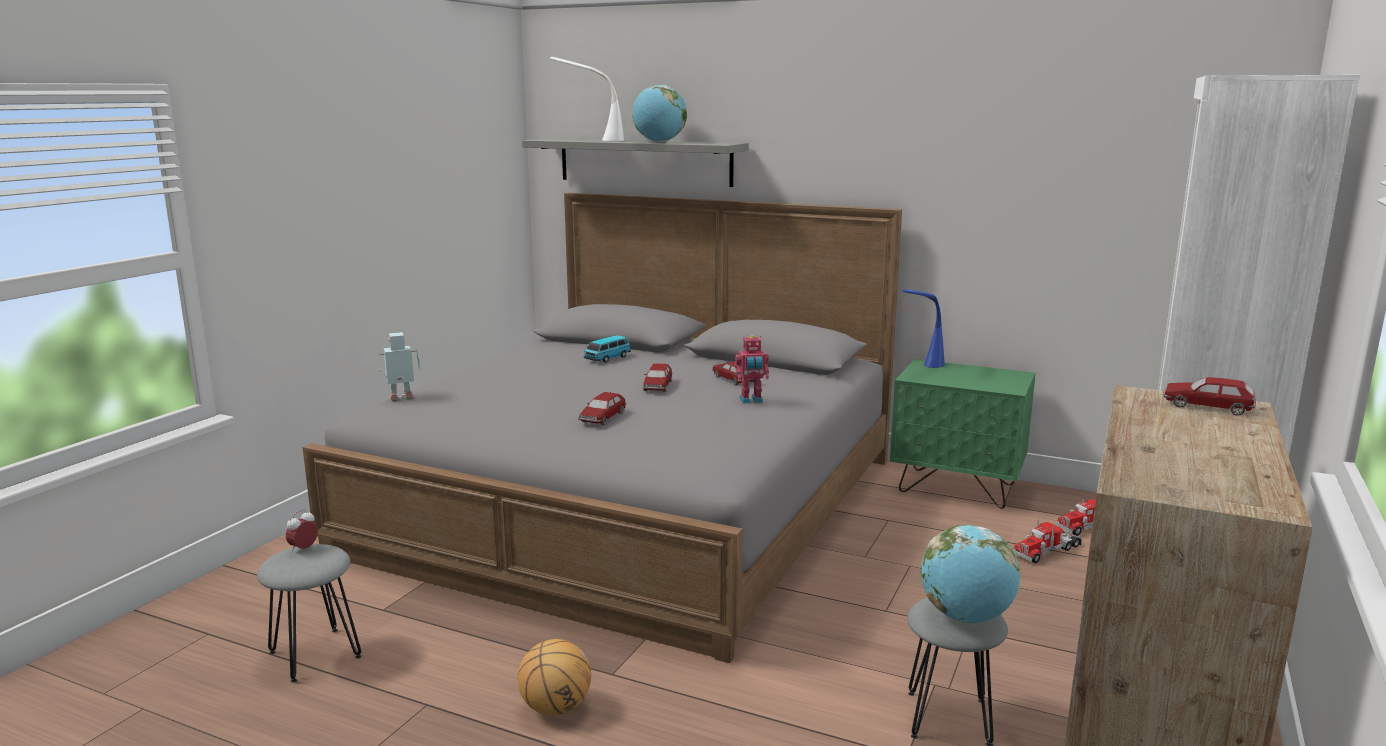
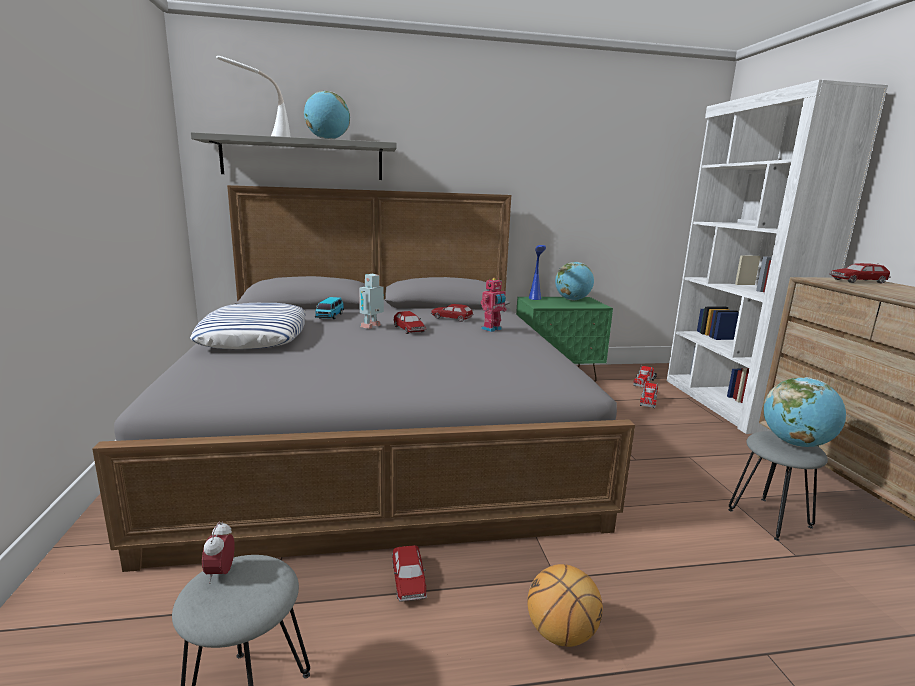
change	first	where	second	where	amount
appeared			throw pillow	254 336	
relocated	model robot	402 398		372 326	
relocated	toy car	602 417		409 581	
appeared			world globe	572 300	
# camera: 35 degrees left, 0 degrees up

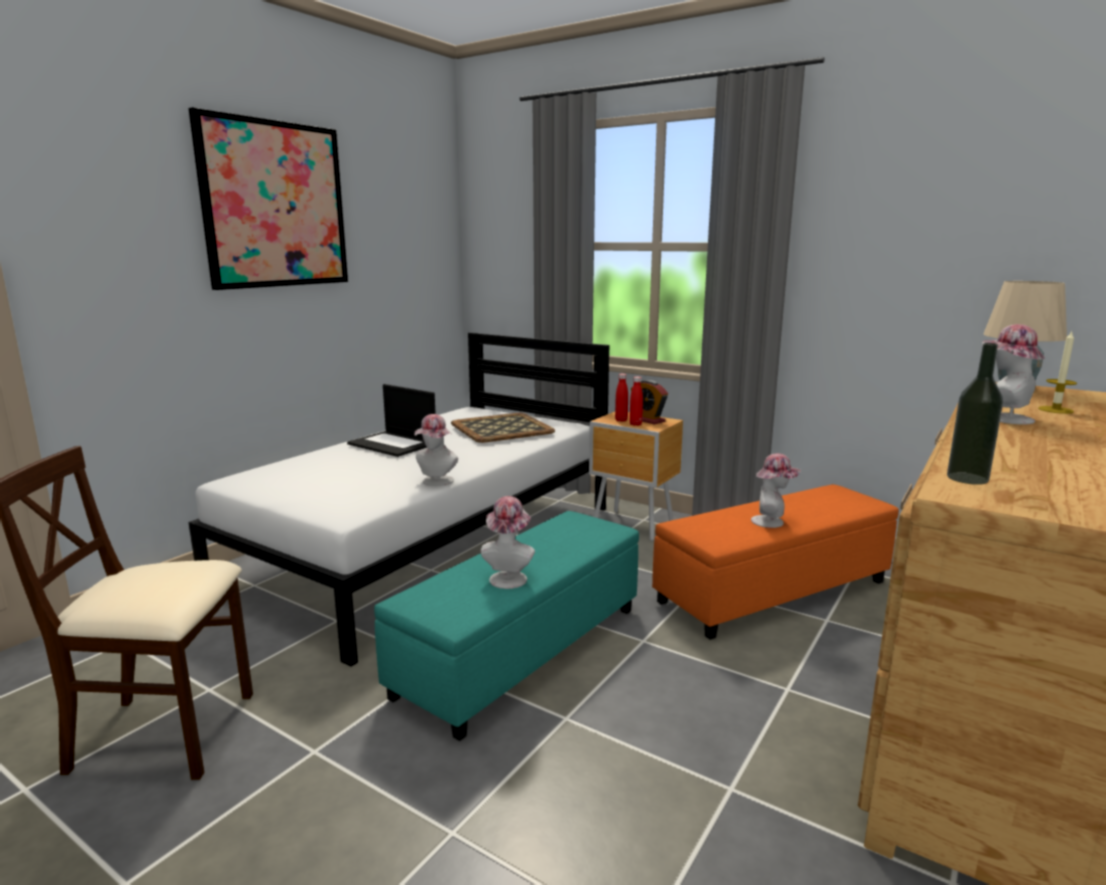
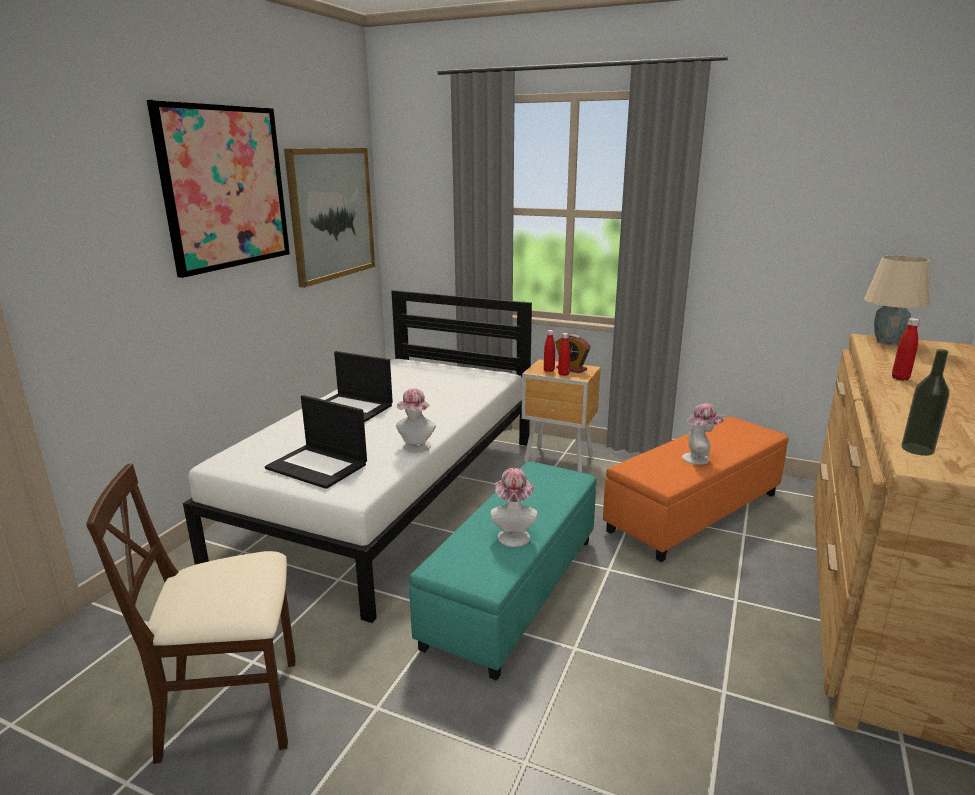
change	first	where	second	where	amount
appeared			notebook computer	318 466	
appeared			wall picture	332 214	
exchanged	wearable hat	1003 418	red-coloured bottle	900 378	
missing	carrying tray	503 428			
missing	wax light	1055 410			
# camera: 10 degrees left, 5 degrees up

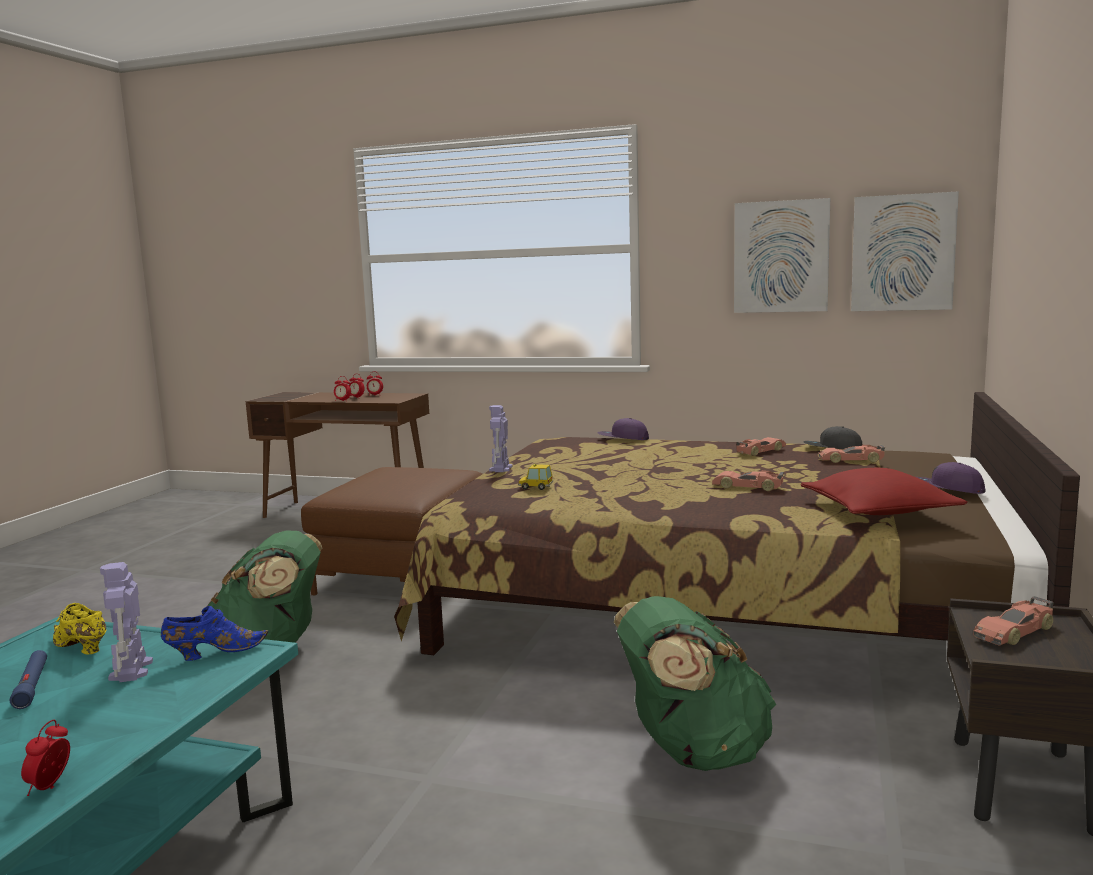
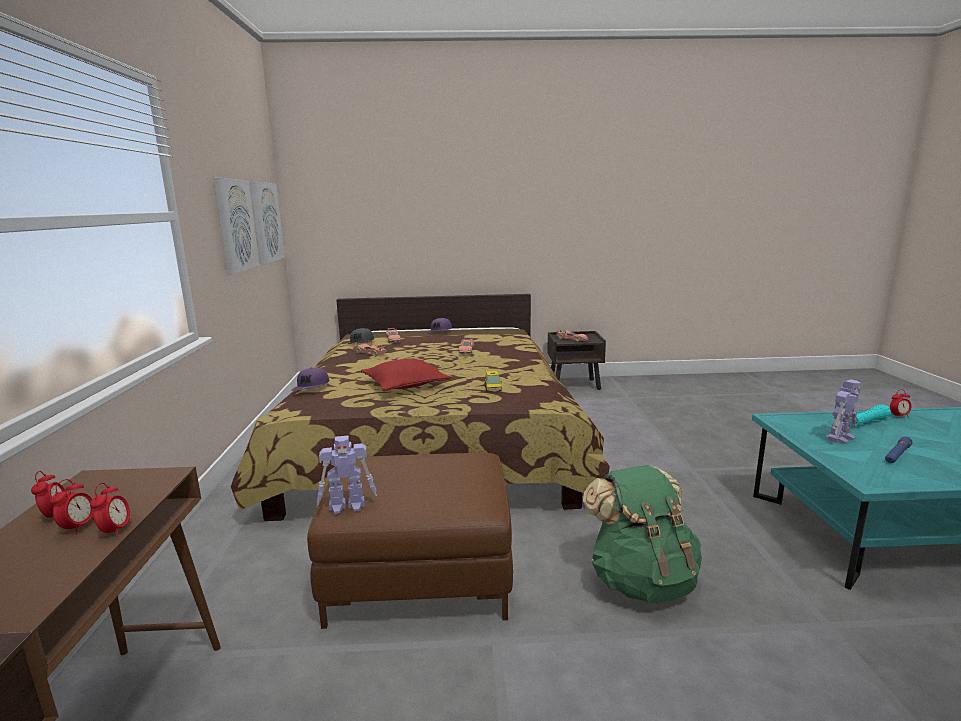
change	first	where	second	where	amount
relocated	model robot	500 469		348 506	
relocated	red-coloured throw pillow	879 510		405 385	
appeared			blue-green hand torch	867 422	
missing	yellow-coloured low shoe	80 648			
missing	blue low shoe	213 653			
missing	green backpack	692 752			
# camera: 110 degrees left, 5 degrees up

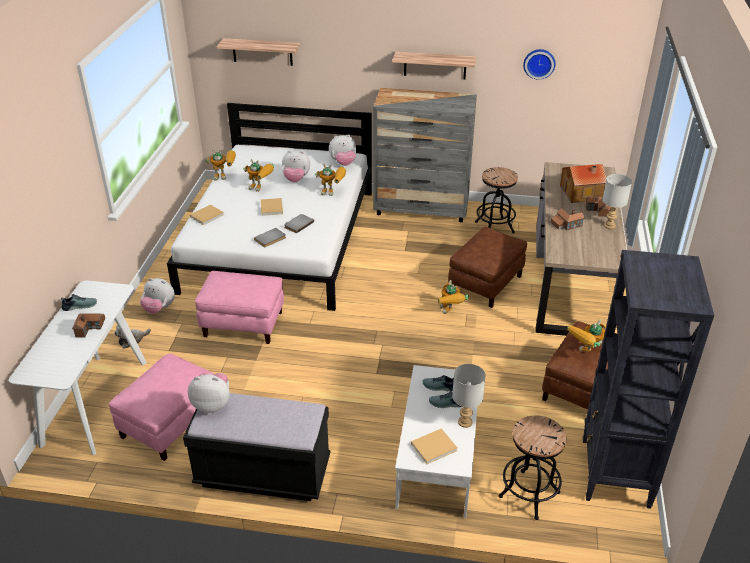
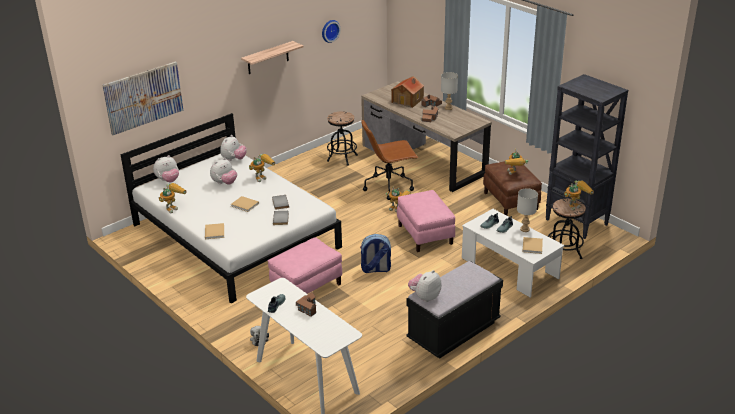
change	first	where	second	where	amount
exchanged	shelf	262 52	wall picture	143 97	
relocated	soft toy	159 308		168 180	
appeared			backpack	375 269	
exchanged	brown-coloured pouffe	485 283	brown-coloured office chair	389 186	
relocated	pinkish pouffe	169 424		425 234	
relocated	model robot	261 188		576 205	
missing	grey drawer chest	422 209			
# camera: 50 degrees left, 5 degrees down

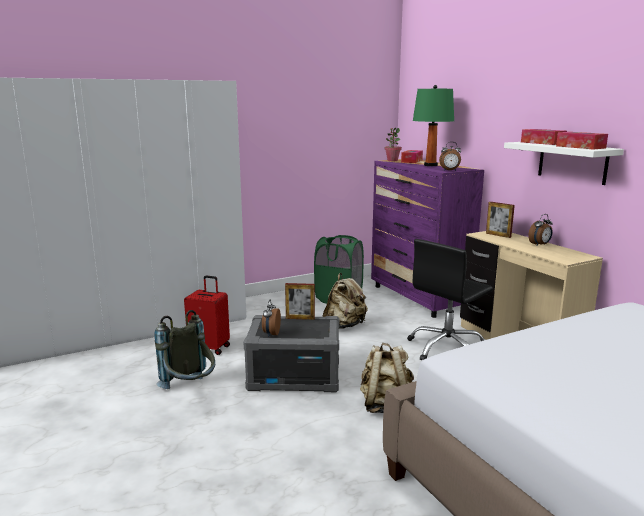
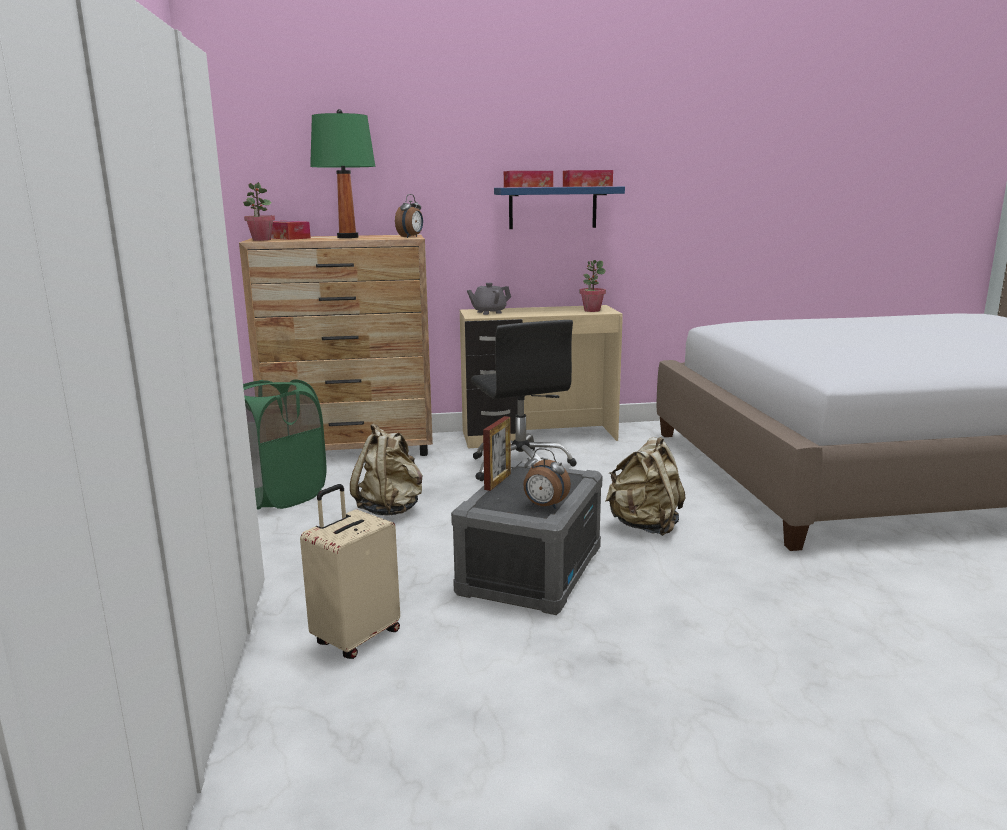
change	first	where	second	where	amount
colour	purplish drawer chest	418 298	brown-coloured drawer chest	352 449	
colour	red-coloured piece of luggage	210 347	beige piece of luggage	355 637	
exchanged	standing frame	498 235	grey pot for tea	489 312	
colour	white shelf	572 162	blue shelf	552 207	
appeared			houseplant	592 310	
missing	grey backpack	190 390			
missing	bedside clock	540 245			
# camera: 70 degrees left, 0 degrees up

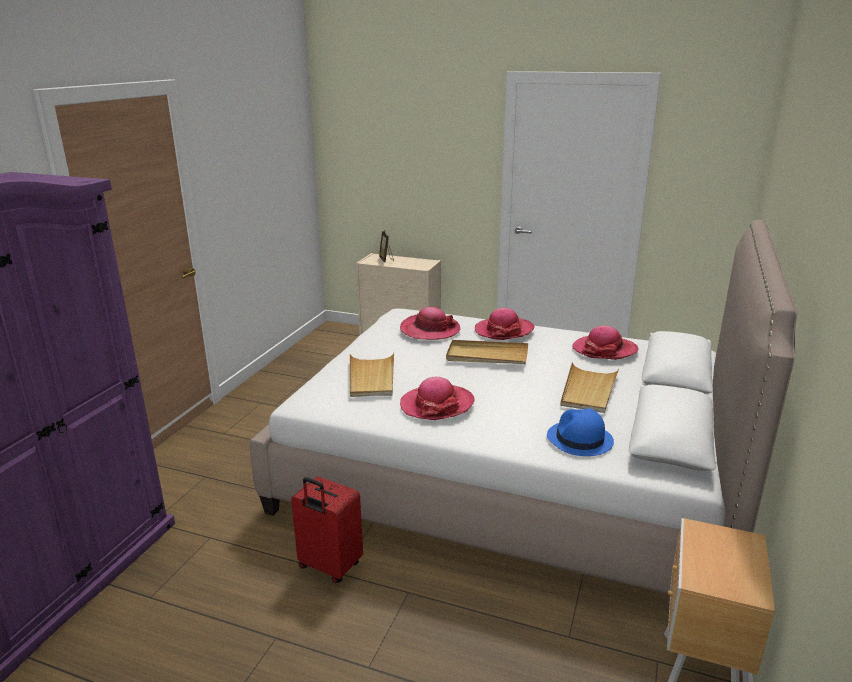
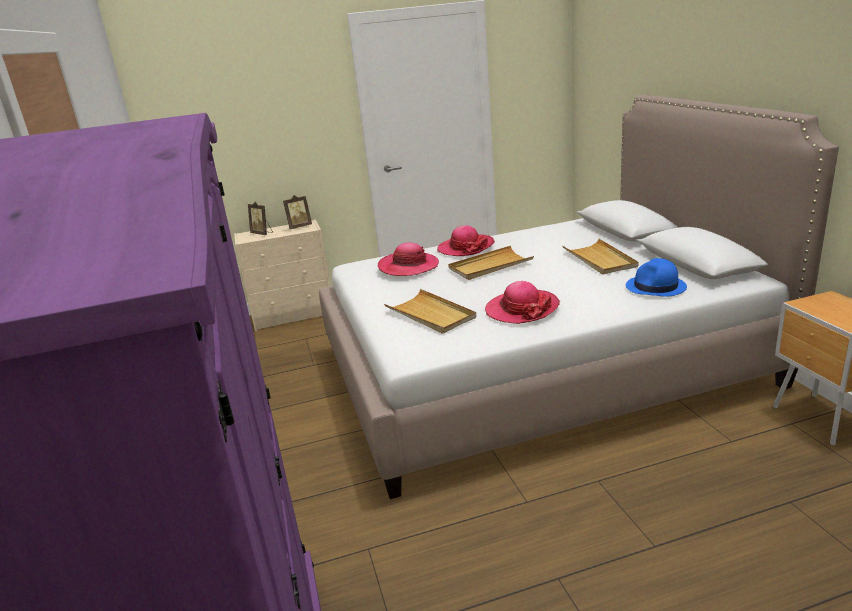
change	first	where	second	where	amount
appeared			standing frame	299 227	
missing	red-coloured piece of luggage	329 567			
missing	wearable hat	604 350			
# camera: 35 degrees left, 0 degrees up

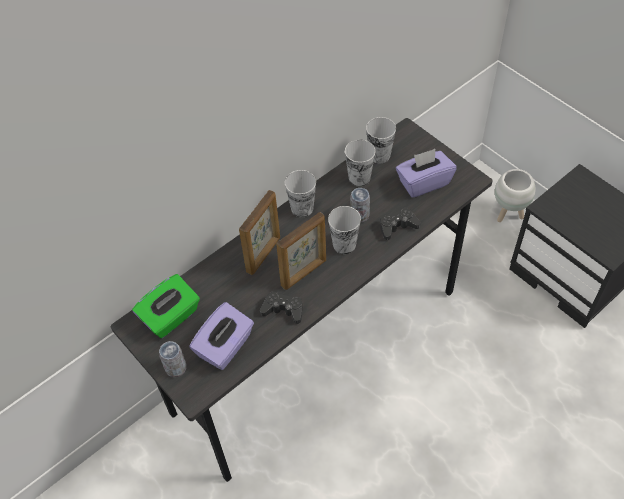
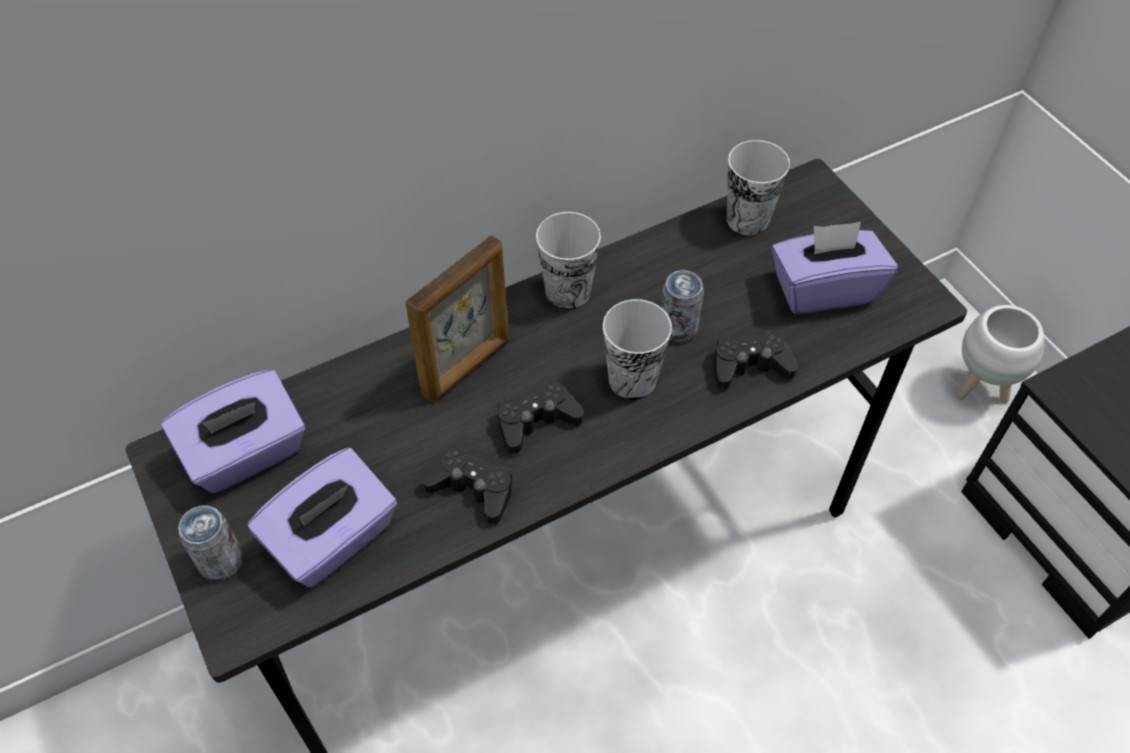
change	first	where	second	where	amount
colour	green tissue box	171 317	purplish tissue box	247 454	
exchanged	standing frame	304 273	black gamepad	536 421	
missing	small cup	359 178			
# camera: 10 degrees right, 0 degrees up

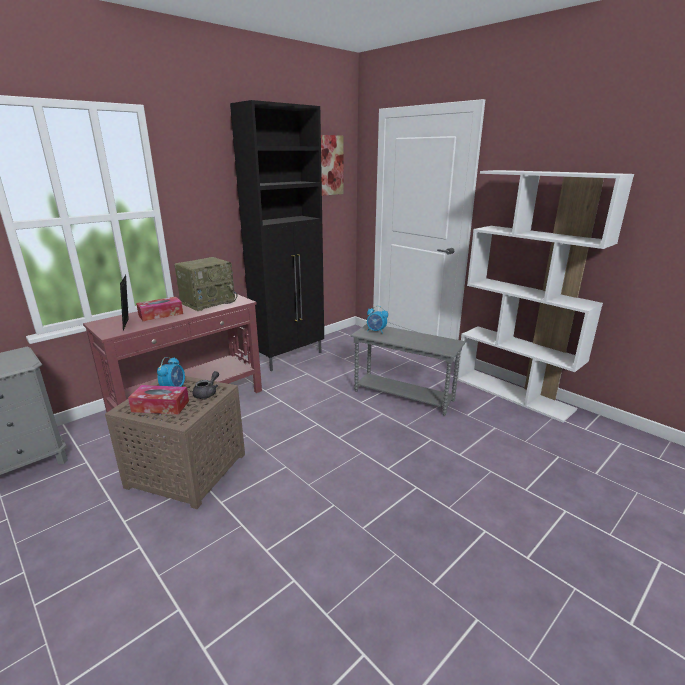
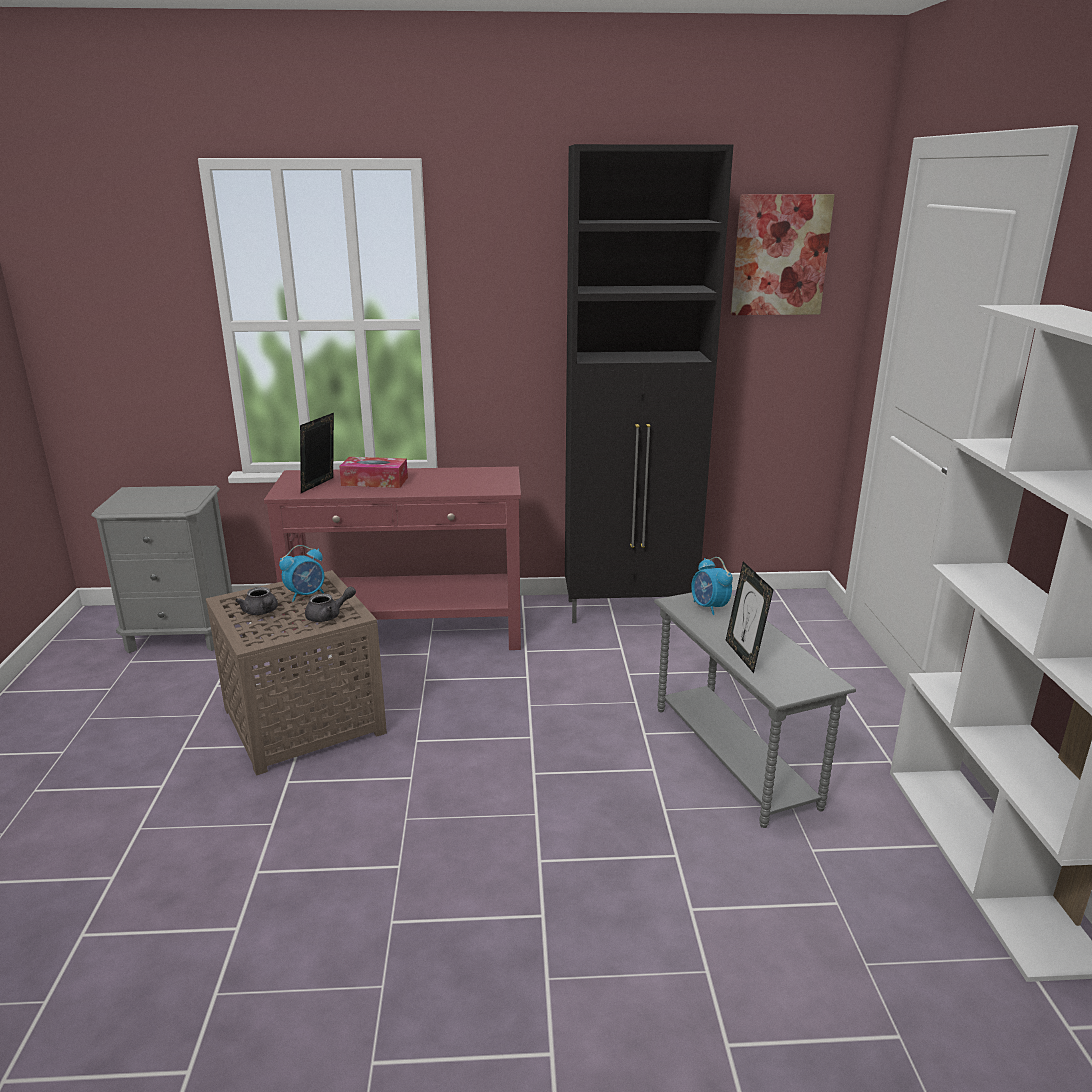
change	first	where	second	where	amount
exchanged	tissue box	160 406	grey pot for tea	261 612	
appeared			standing frame	744 655	
missing	radio receiver	208 302			
# camera: 40 degrees right, 0 degrees up

